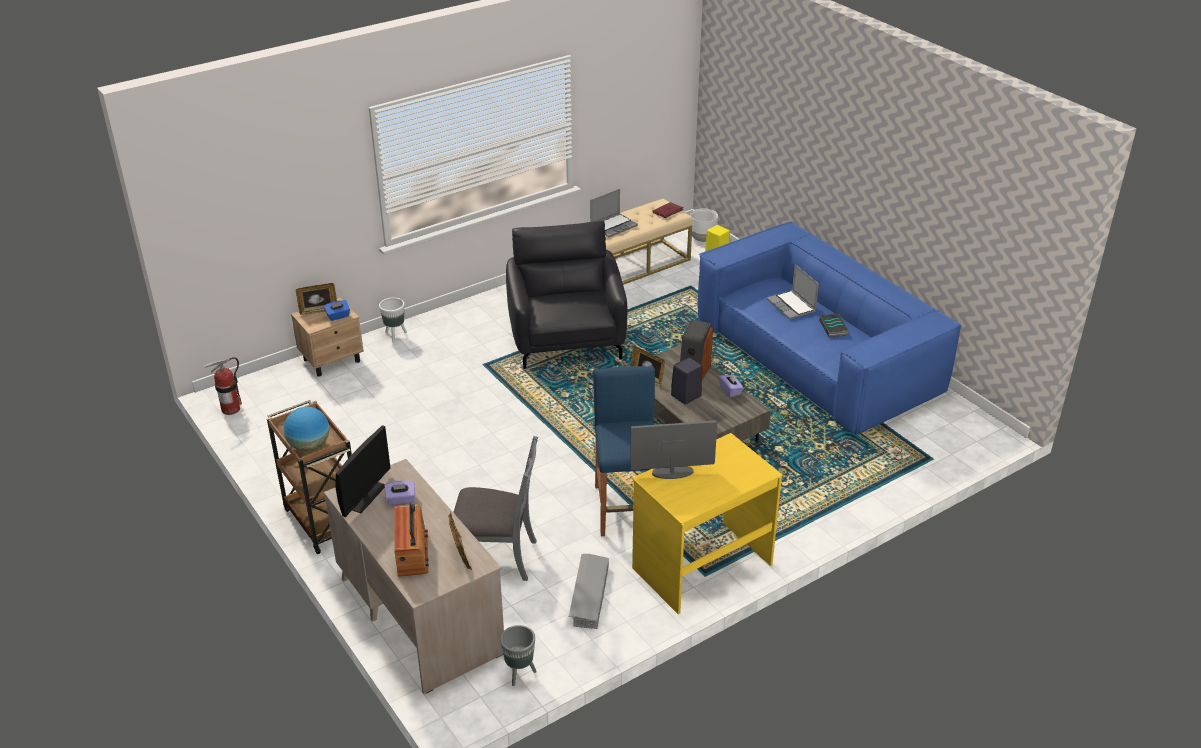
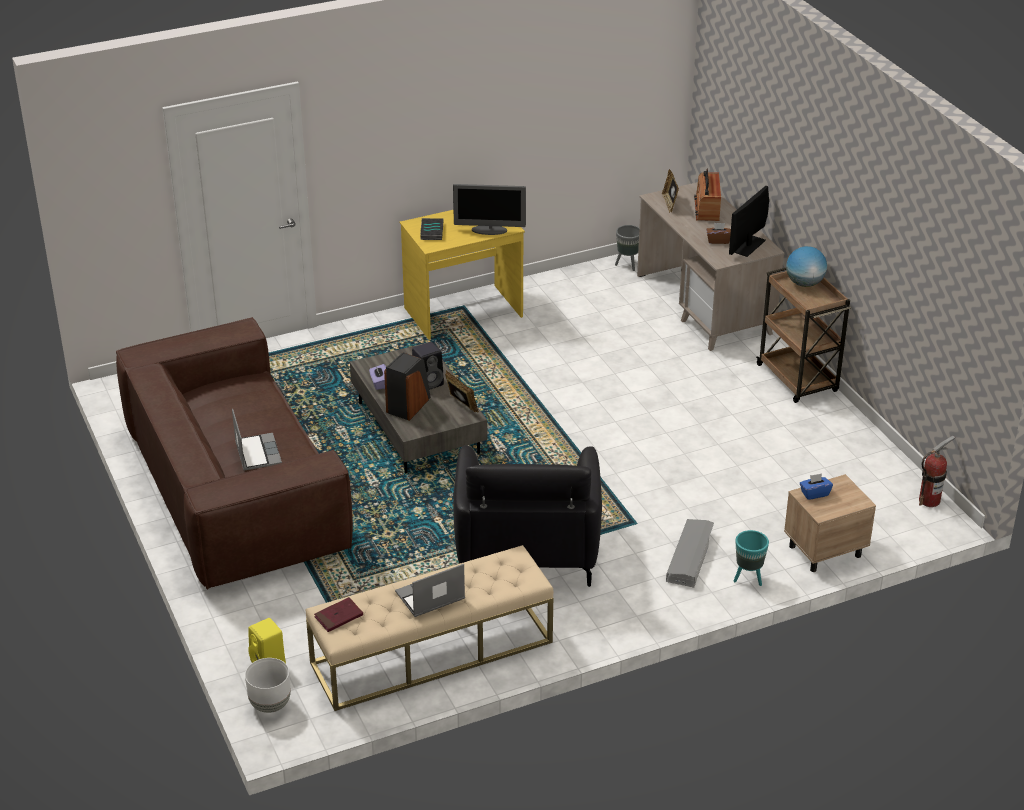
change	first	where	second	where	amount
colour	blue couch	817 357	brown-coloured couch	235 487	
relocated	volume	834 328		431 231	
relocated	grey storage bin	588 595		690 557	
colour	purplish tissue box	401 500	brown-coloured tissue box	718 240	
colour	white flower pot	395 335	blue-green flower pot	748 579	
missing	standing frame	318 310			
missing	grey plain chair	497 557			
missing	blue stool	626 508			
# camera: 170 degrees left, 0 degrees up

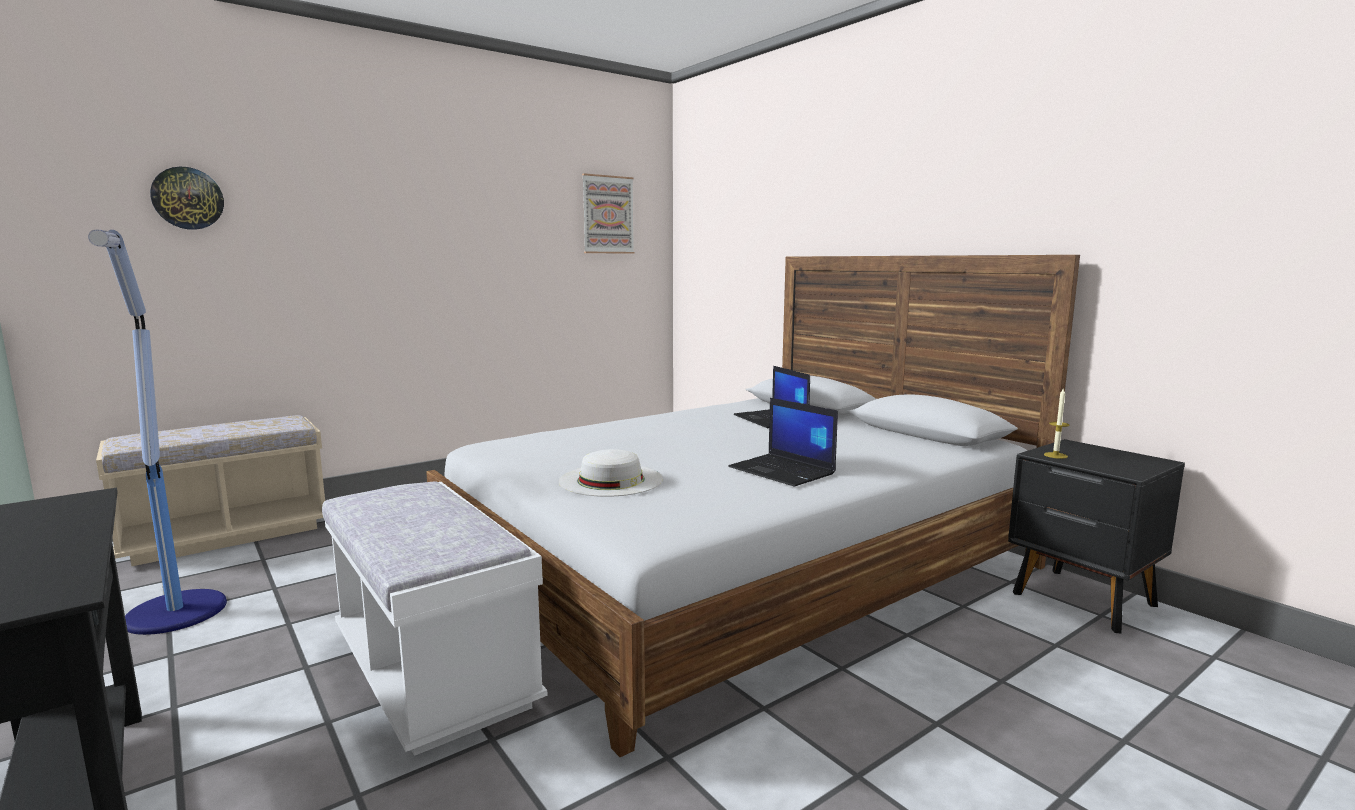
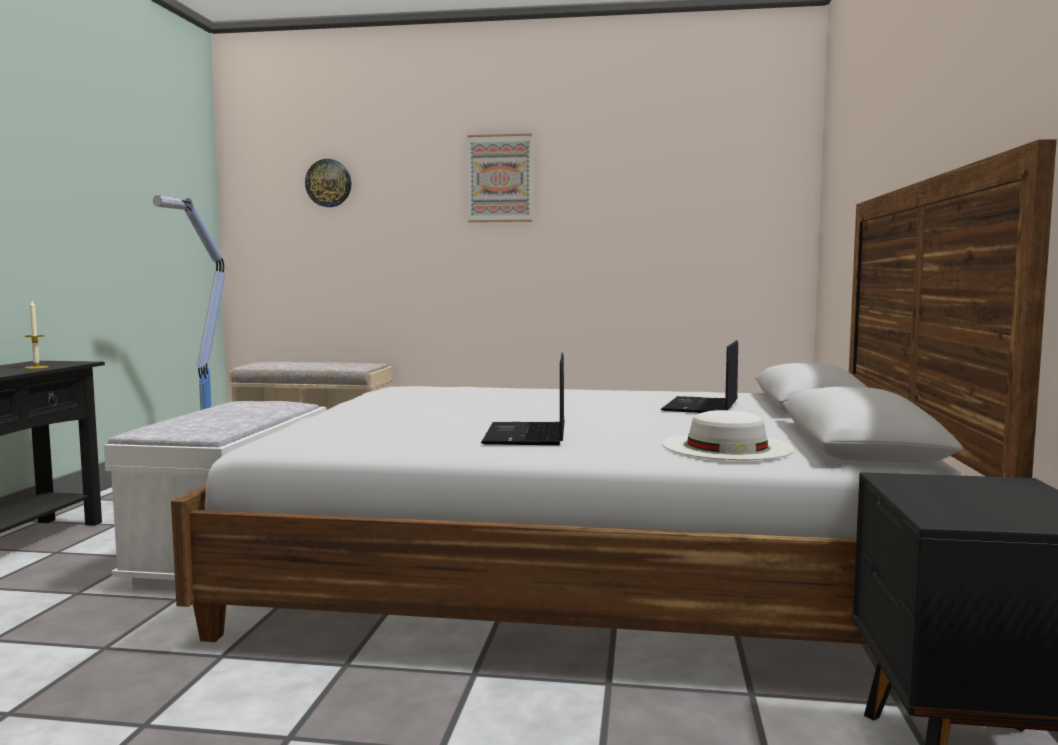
change	first	where	second	where	amount
relocated	wax light	1055 455		36 367	
relocated	wall picture	608 215		500 178	
relocated	white wearable hat	611 480		727 446	
# camera: 45 degrees right, 5 degrees down

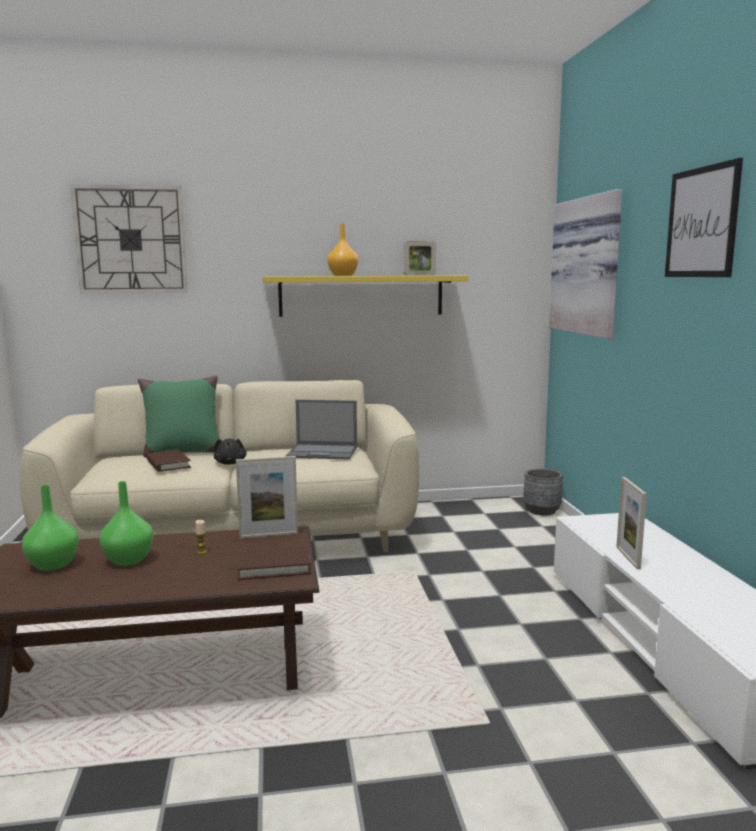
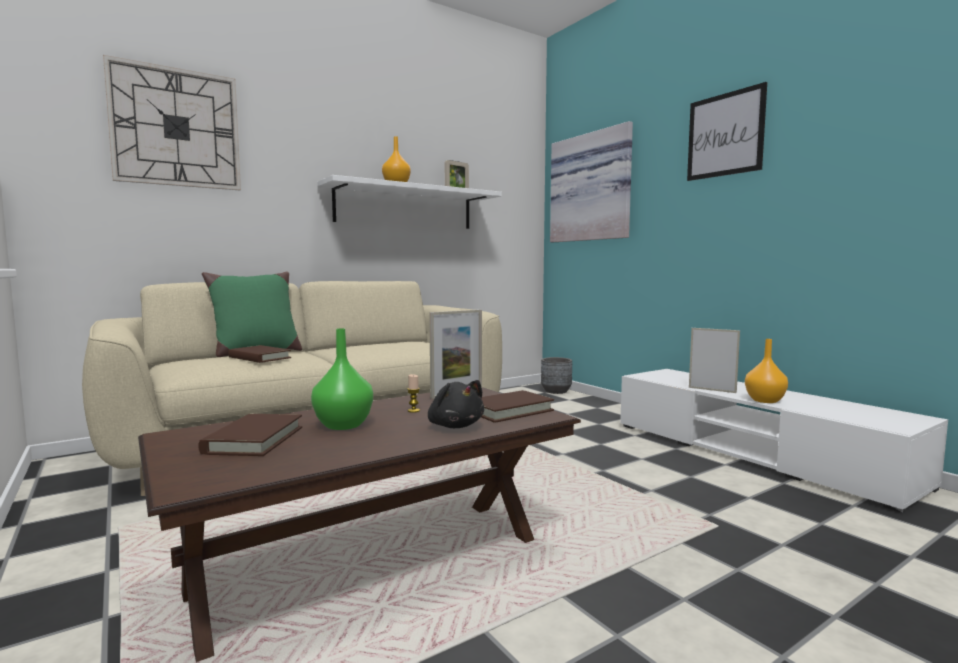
change	first	where	second	where	amount
exchanged	green flower vase	54 565	brown-coloured volume	254 440	
colour	yellow-coloured shelf	361 295	white shelf	405 207	
relocated	black soft toy	230 463		454 426	
spun	standing frame	628 557		712 390	150 degrees clockwise
appeared			orange-coloured flower vase	764 400	
missing	notebook computer	323 452			
# camera: 25 degrees left, 5 degrees down

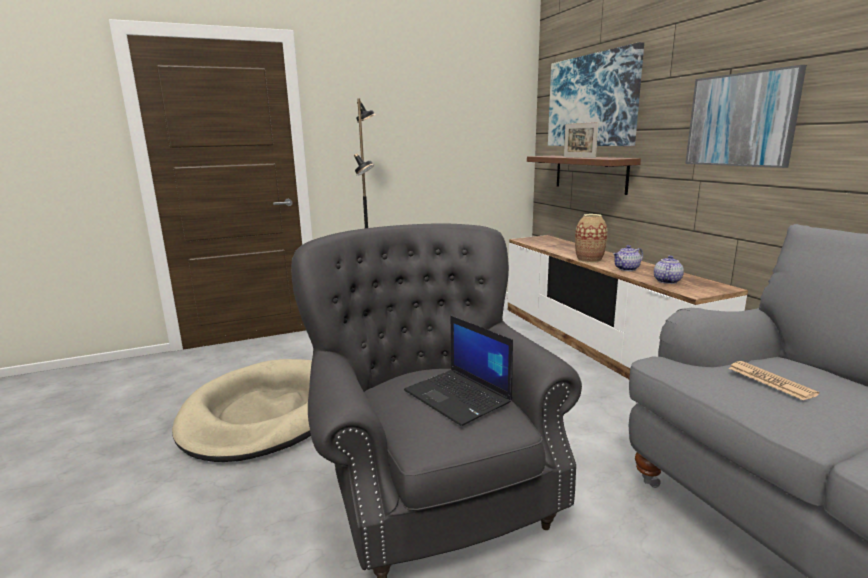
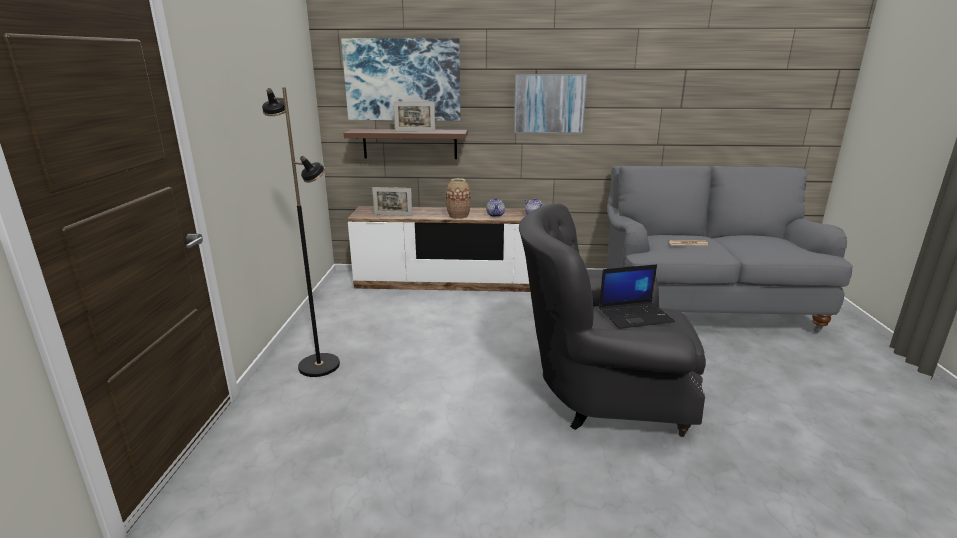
change	first	where	second	where	amount
appeared			standing frame	393 215	
missing	beige pet bed	264 414			
# camera: 65 degrees left, 5 degrees up

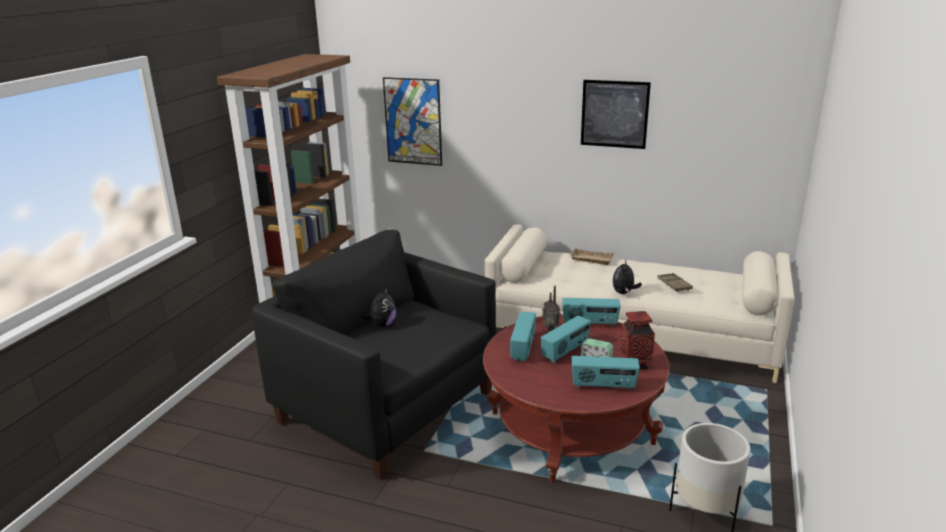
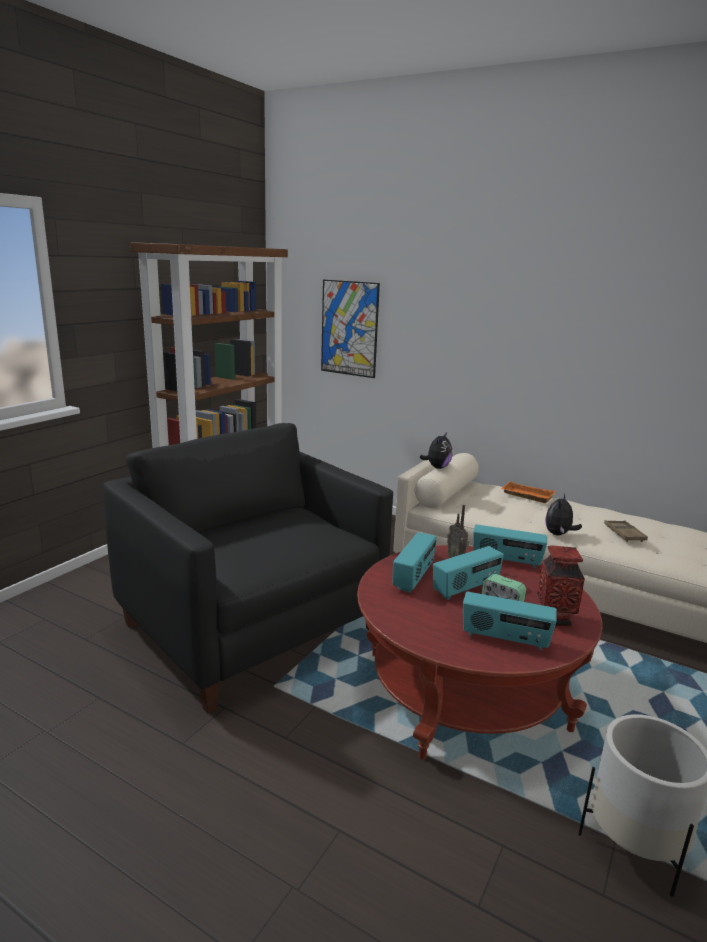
change	first	where	second	where	amount
relocated	soft toy	382 324		437 467	
colour	beige carrying tray	590 260	orange-coloured carrying tray	526 496	
missing	wall picture	614 114			
# camera: 10 degrees right, 5 degrees down

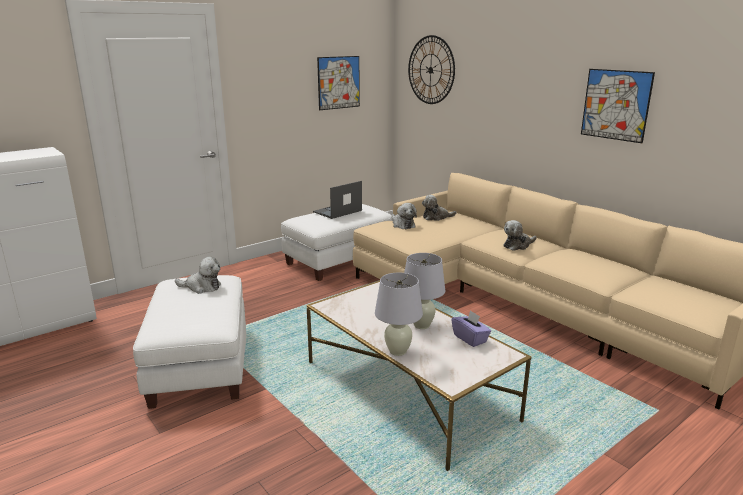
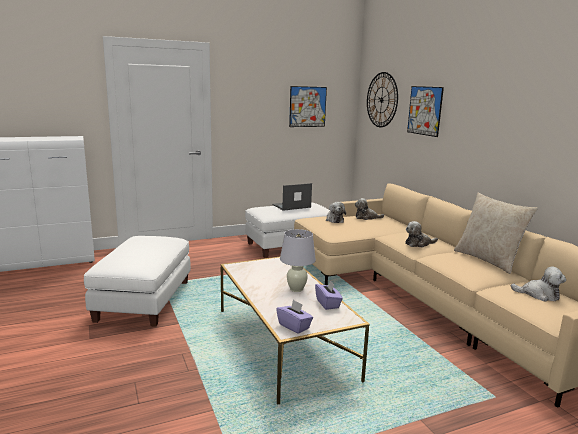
change	first	where	second	where	amount
appeared			purplish tissue box	294 326	
relocated	wall picture	615 105		424 110	
appeared			beige throw pillow	488 260	
relocated	soft toy	202 287		539 295	
missing	white tabletop lamp	398 351			
# camera: 15 degrees right, 5 degrees down

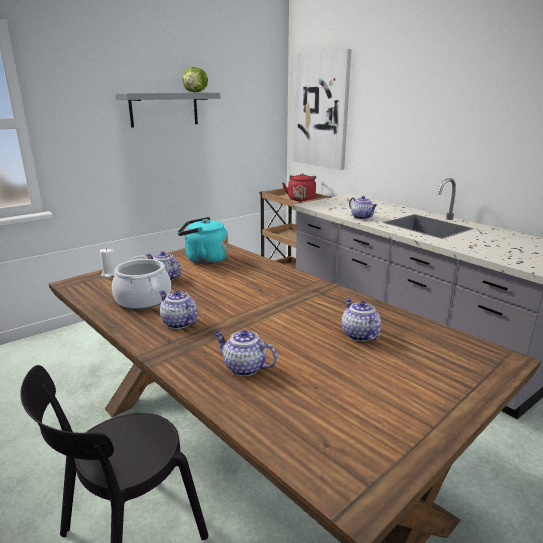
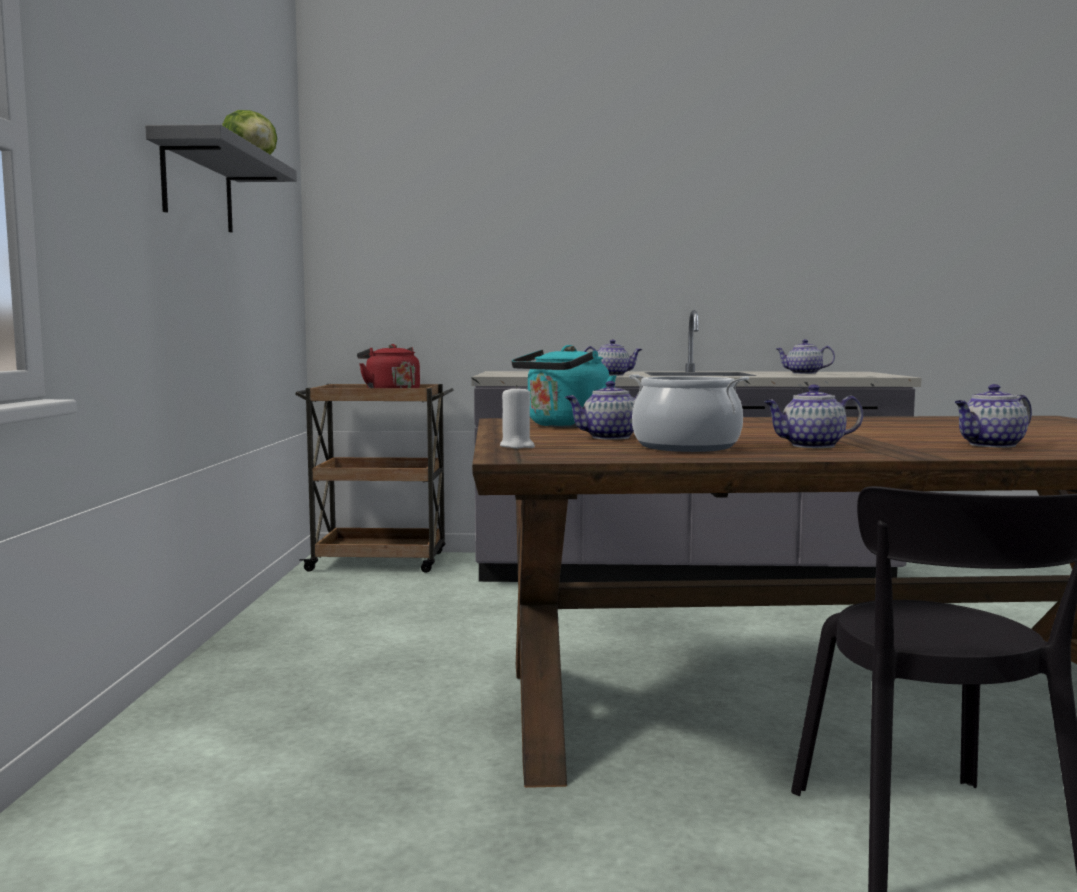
change	first	where	second	where	amount
relocated	pot for tea	358 334		803 373	
missing	wall picture	321 110			
# camera: 50 degrees left, 15 degrees down

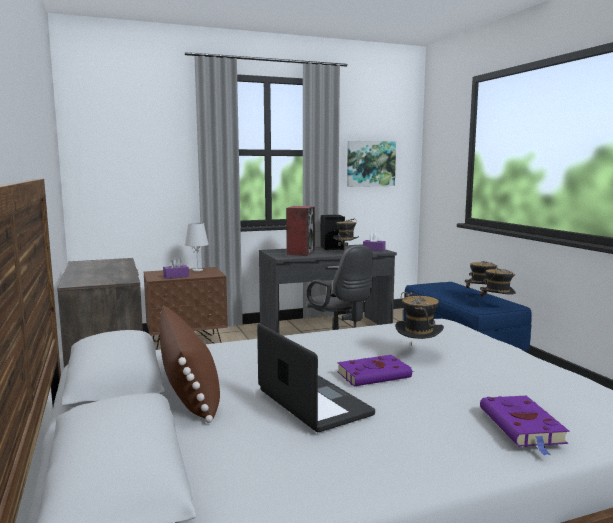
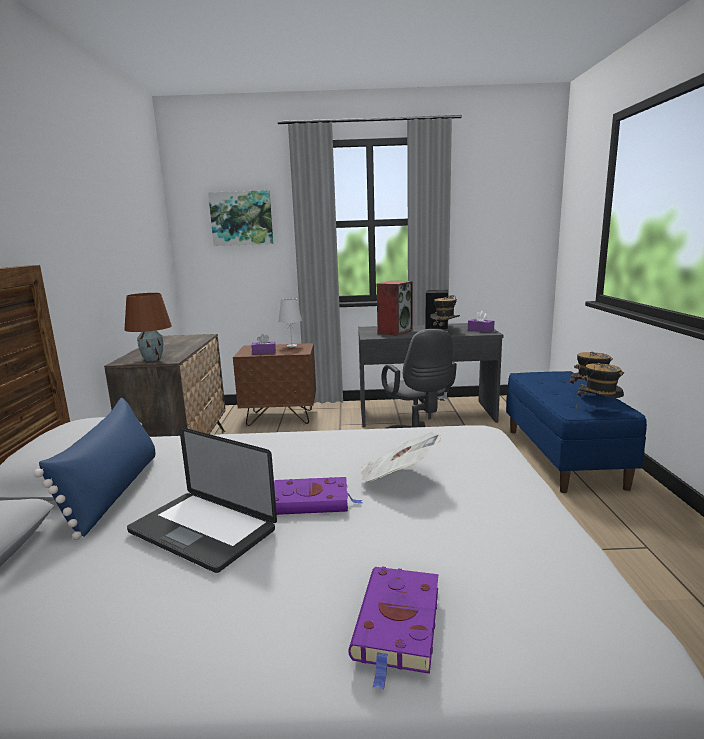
change	first	where	second	where	amount
colour	brown-coloured throw pillow	189 389	blue throw pillow	114 491	
appeared			brown-coloured tabletop lamp	152 359	
spun	notebook computer	313 402		202 531	135 degrees clockwise
relocated	wall picture	370 163		241 218	
exchanged	wearable hat	418 354	newspaper	396 477	
# camera: 20 degrees right, 5 degrees up

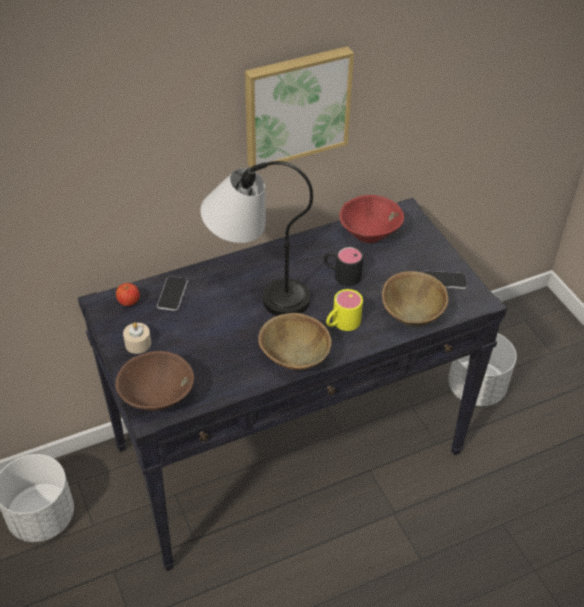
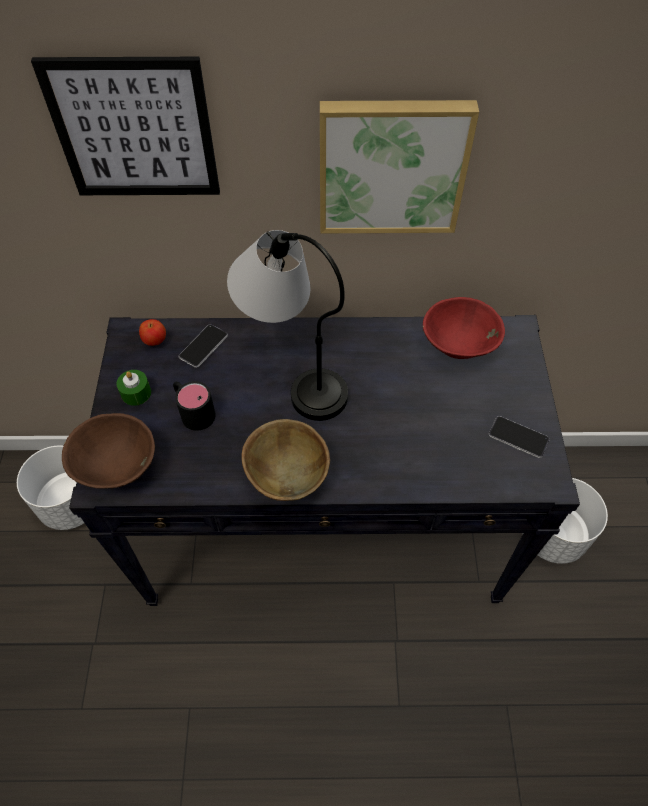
change	first	where	second	where	amount
appeared			wall picture	134 130	
colour	beige wax light	138 343	green wax light	136 393	
relocated	black coffee mug	341 274		193 411	
missing	yellow-coloured coffee mug	341 323			
missing	brown-coloured deep dish	411 315			
# camera: 25 degrees right, 10 degrees up

